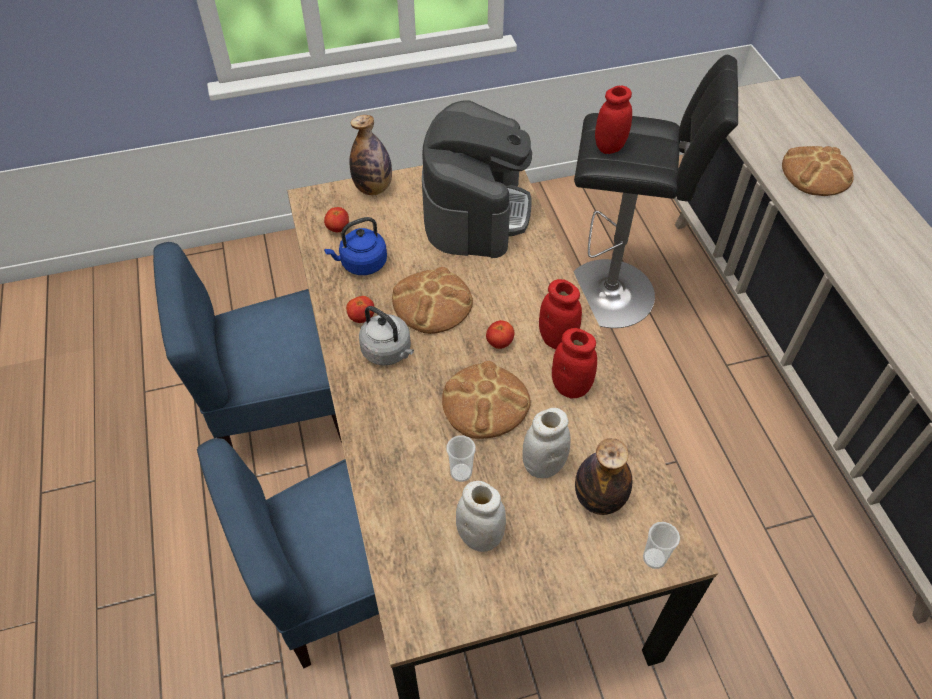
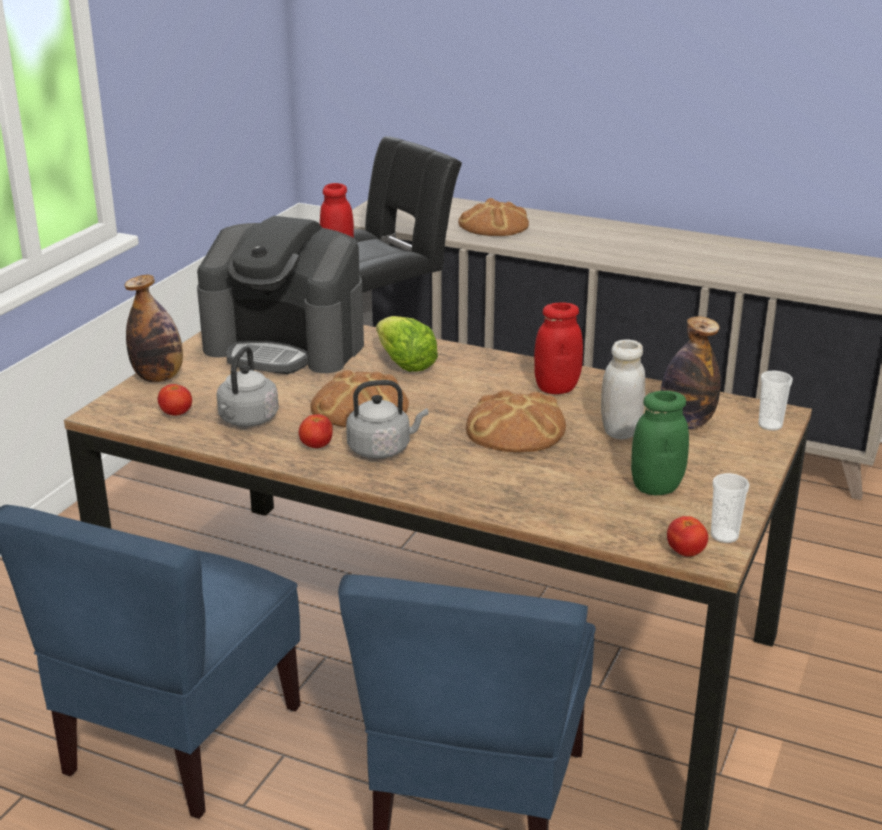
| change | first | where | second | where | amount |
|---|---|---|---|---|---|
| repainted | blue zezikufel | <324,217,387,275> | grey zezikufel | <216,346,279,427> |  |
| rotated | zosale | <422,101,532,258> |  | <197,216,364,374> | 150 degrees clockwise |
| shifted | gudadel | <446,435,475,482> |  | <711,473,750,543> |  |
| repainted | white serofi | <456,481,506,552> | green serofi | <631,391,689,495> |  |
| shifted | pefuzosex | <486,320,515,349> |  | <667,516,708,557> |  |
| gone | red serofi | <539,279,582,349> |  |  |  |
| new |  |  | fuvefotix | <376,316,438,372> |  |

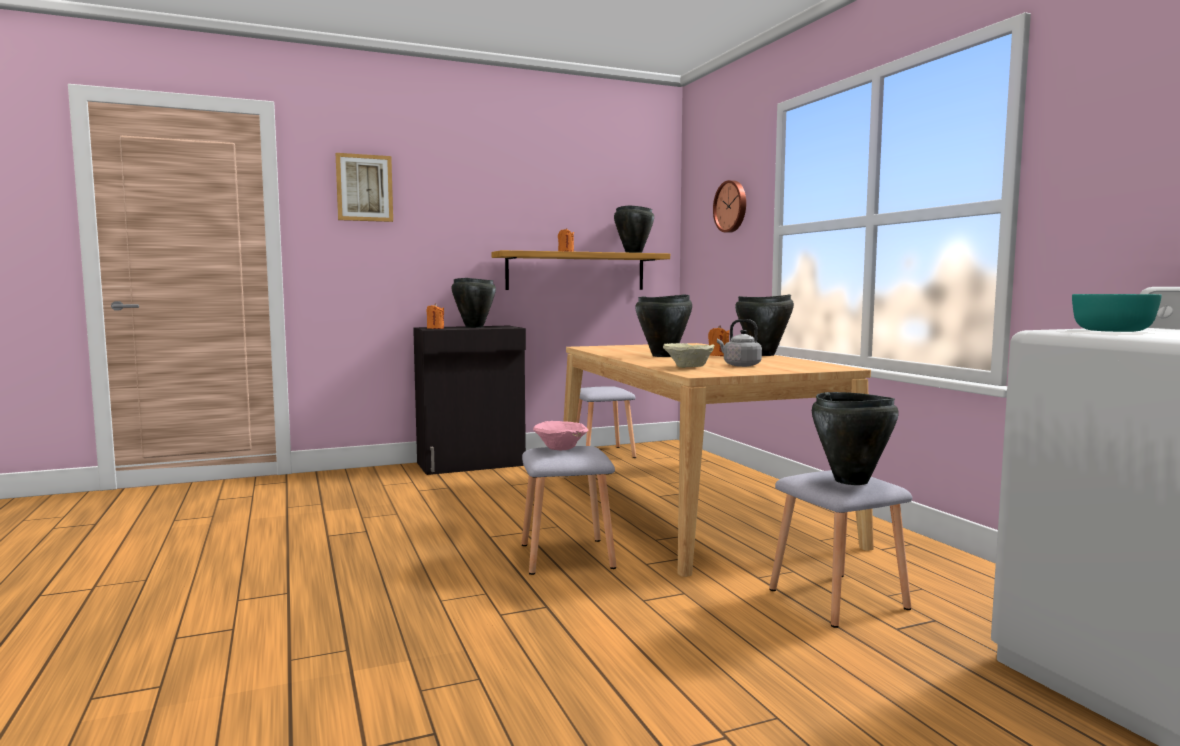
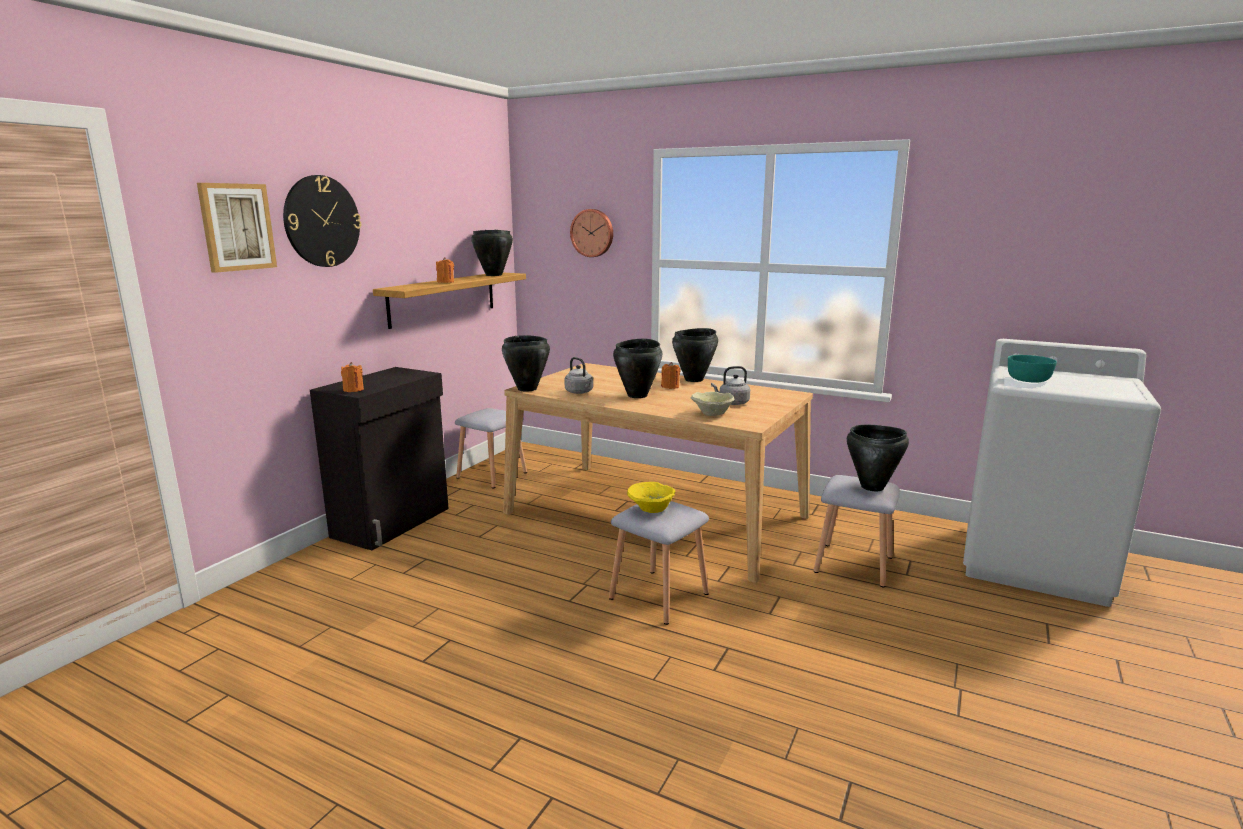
| change | first | where | second | where | amount |
|---|---|---|---|---|---|
| shifted | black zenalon | <452,278,496,328> |  | <502,335,550,392> |  |
| repainted | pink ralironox | <533,421,589,450> | yellow ralironox | <627,482,676,513> |  |
| new |  |  | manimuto | <283,175,361,267> |  |
| new |  |  | grey zezikufel | <564,357,593,394> |  |

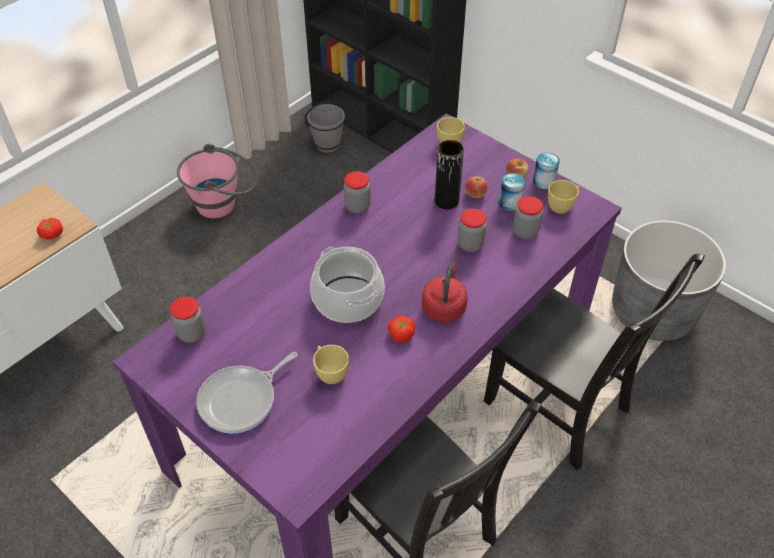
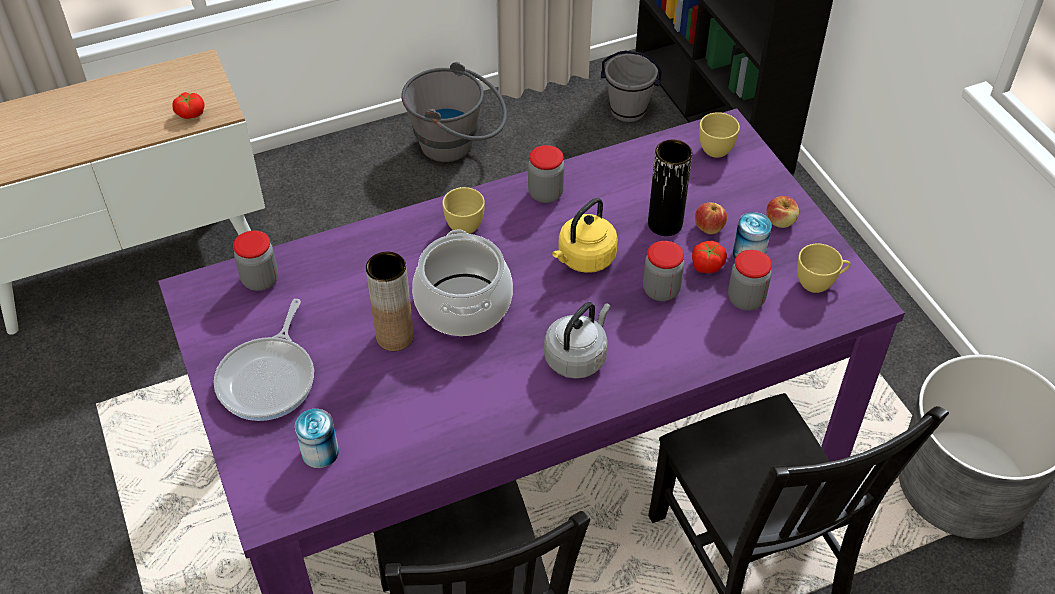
| change | first | where | second | where | amount |
|---|---|---|---|---|---|
| repainted | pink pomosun | <177,143,258,218> | grey pomosun | <401,62,507,162> |  |
| rotated | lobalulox | <196,352,298,434> |  | <214,299,314,421> | 60 degrees counterclockwise |
| shifted | yellow gudadel | <313,345,349,384> |  | <442,187,485,234> |  |
| shifted | pefuzosex | <388,316,415,343> |  | <692,241,727,273> |  |
| repainted | red zezikufel | <422,263,468,322> | grey zezikufel | <544,302,611,379> |  |
| shifted | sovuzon | <533,152,560,189> |  | <295,409,339,468> |  |
| new |  |  | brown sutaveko | <366,252,414,351> |  |
| new |  |  | yellow zezikufel | <552,198,618,273> |  |

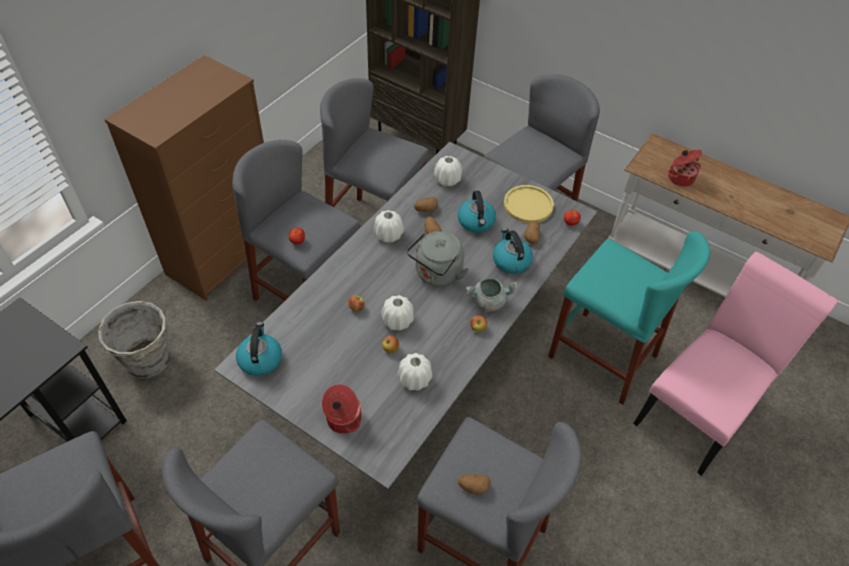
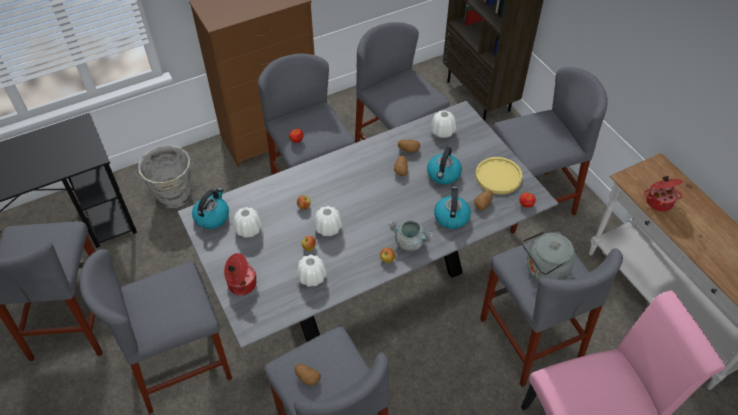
| change | first | where | second | where | amount |
|---|---|---|---|---|---|
| shifted | white sutaveko | <374,210,404,243> |  | <233,207,262,238> |  |
| shifted | grey zezikufel | <407,231,469,286> |  | <522,231,575,280> |  |
| repainted | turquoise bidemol | <548,231,710,405> | grey bidemol | <480,232,623,387> |  |

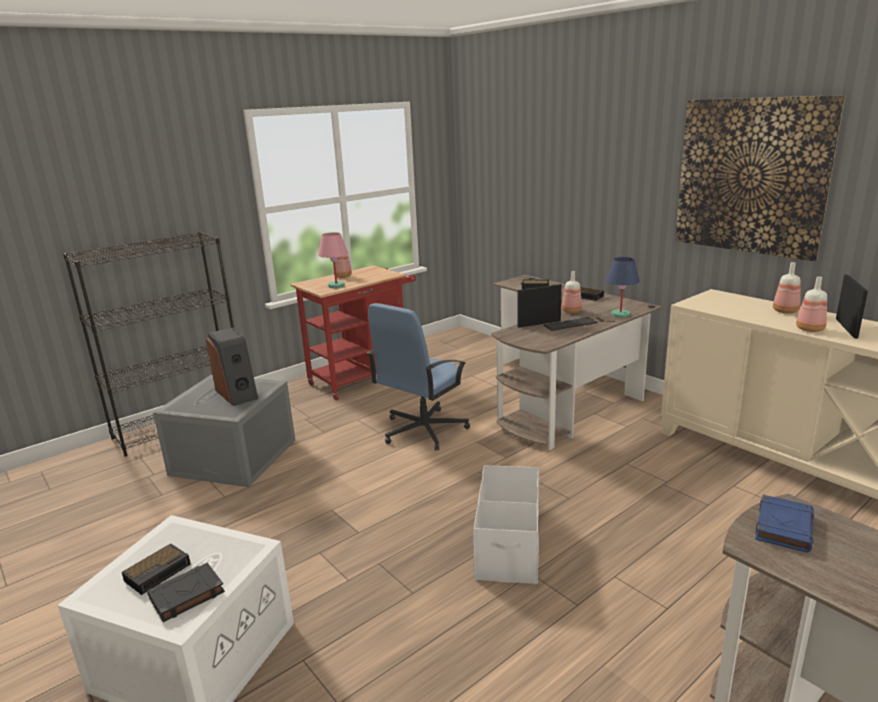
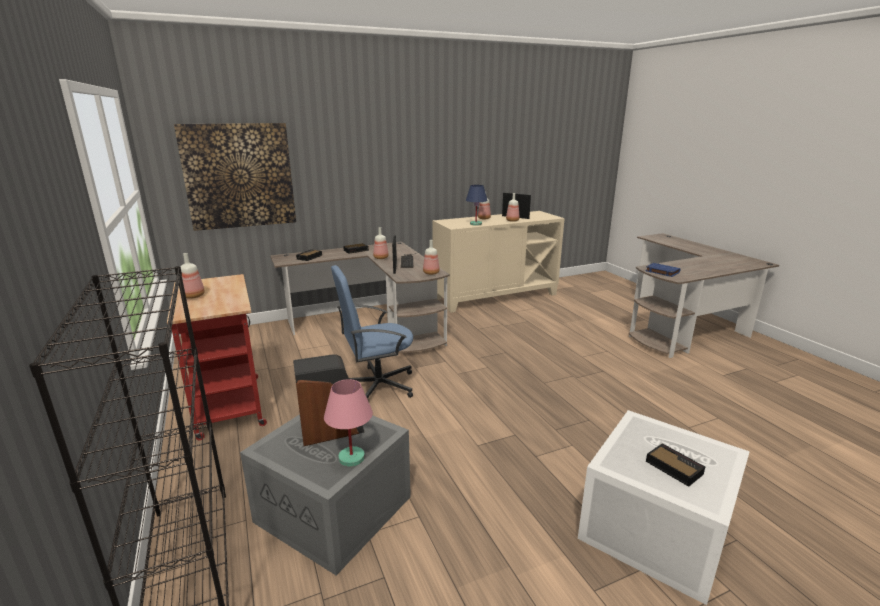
| change | first | where | second | where | amount |
|---|---|---|---|---|---|
| gone | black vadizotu | <147,563,225,622> |  |  |  |
| shifted | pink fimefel | <318,232,348,288> |  | <324,379,373,467> |  |
| rotated | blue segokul | <367,303,470,450> |  | <331,265,413,399> | 105 degrees clockwise |
| gone | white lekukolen | <473,465,539,584> |  |  |  |
| shifted | blue fimefel | <606,257,640,318> |  | <466,185,488,226> |  |
| shifted | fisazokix | <675,95,846,261> |  | <174,123,296,231> |  |
| new |  |  | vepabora | <423,240,440,275> |  |

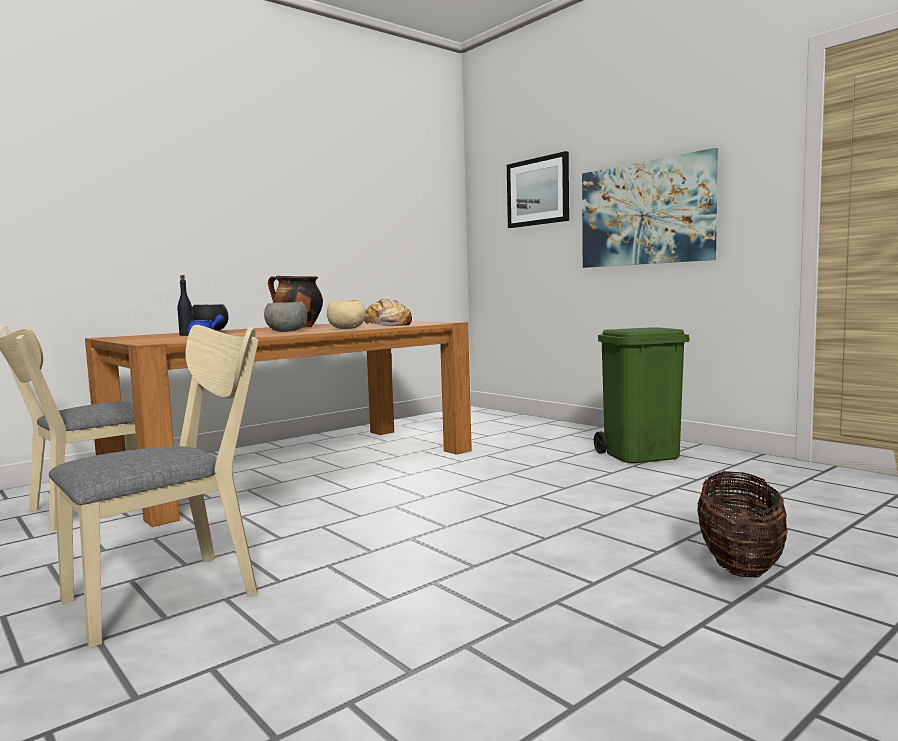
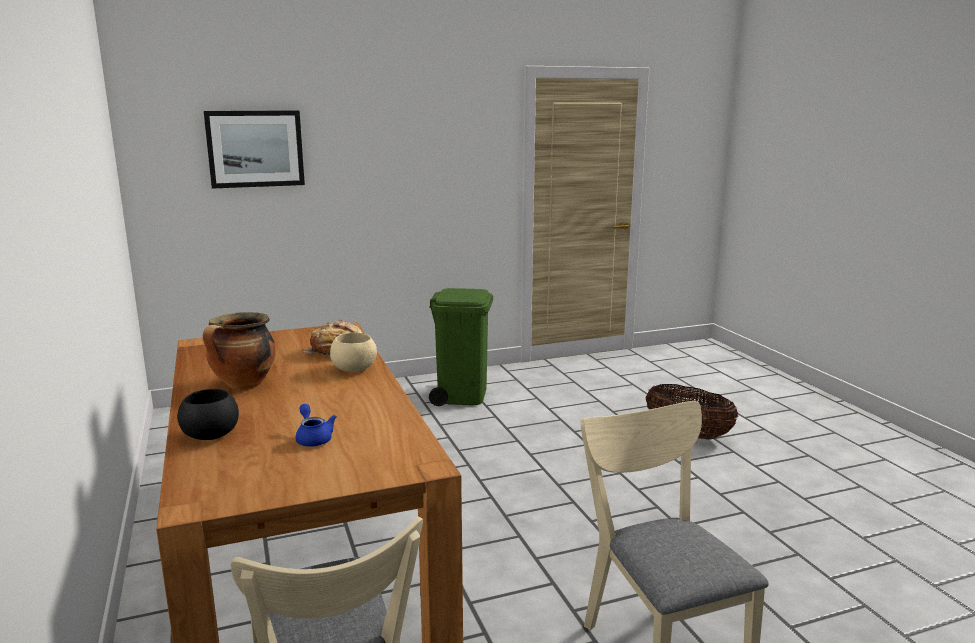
| change | first | where | second | where | amount |
|---|---|---|---|---|---|
| gone | black vepabora | <177,275,193,336> |  |  |  |
| gone | grey ralironox | <264,302,308,332> |  |  |  |
| gone | fisazokix | <582,148,718,268> |  |  |  |

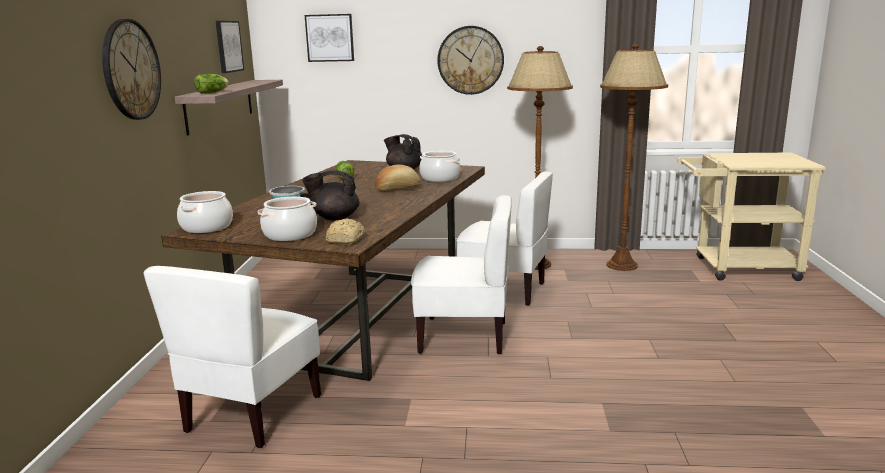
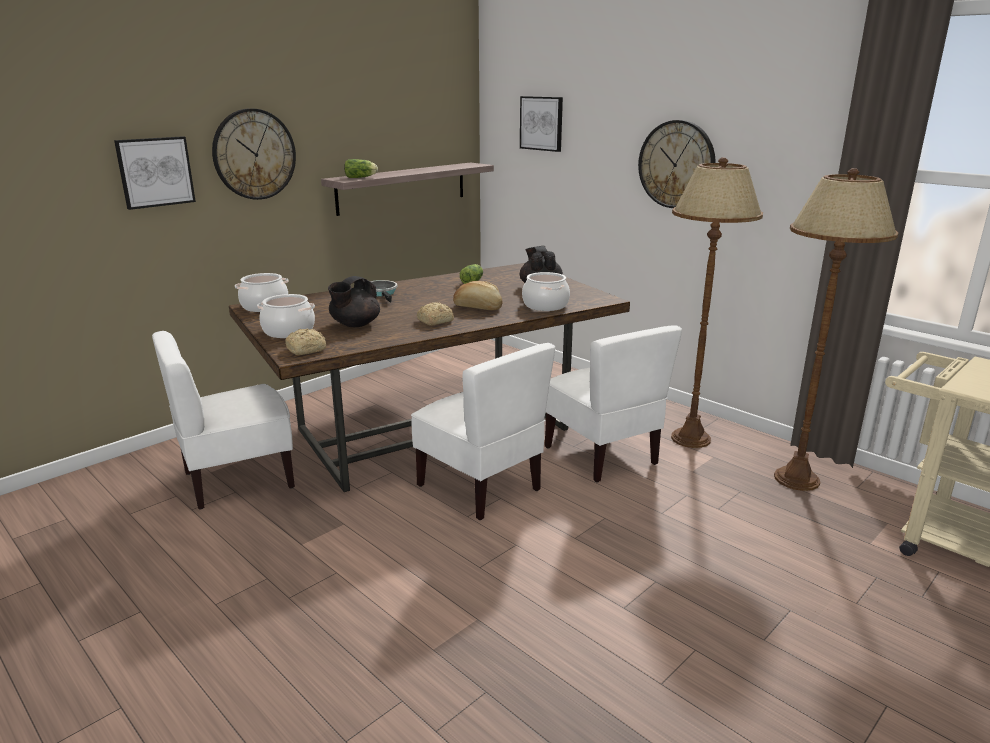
| change | first | where | second | where | amount |
|---|---|---|---|---|---|
| shifted | fisazokix | <215,21,244,73> |  | <114,136,196,210> |  |
| rotated | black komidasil | <302,170,360,221> |  | <328,276,380,327> | 90 degrees counterclockwise |
| new |  |  | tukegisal | <417,302,454,325> |  |

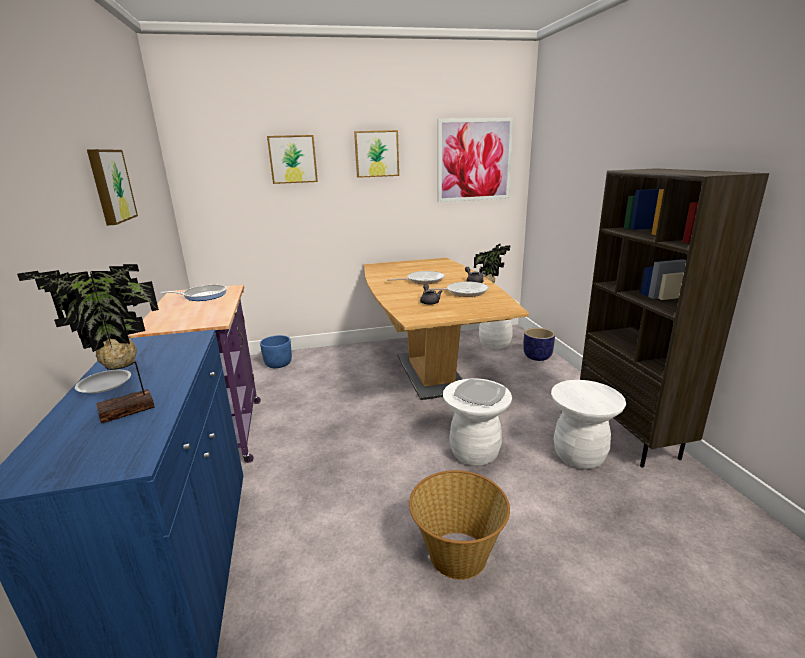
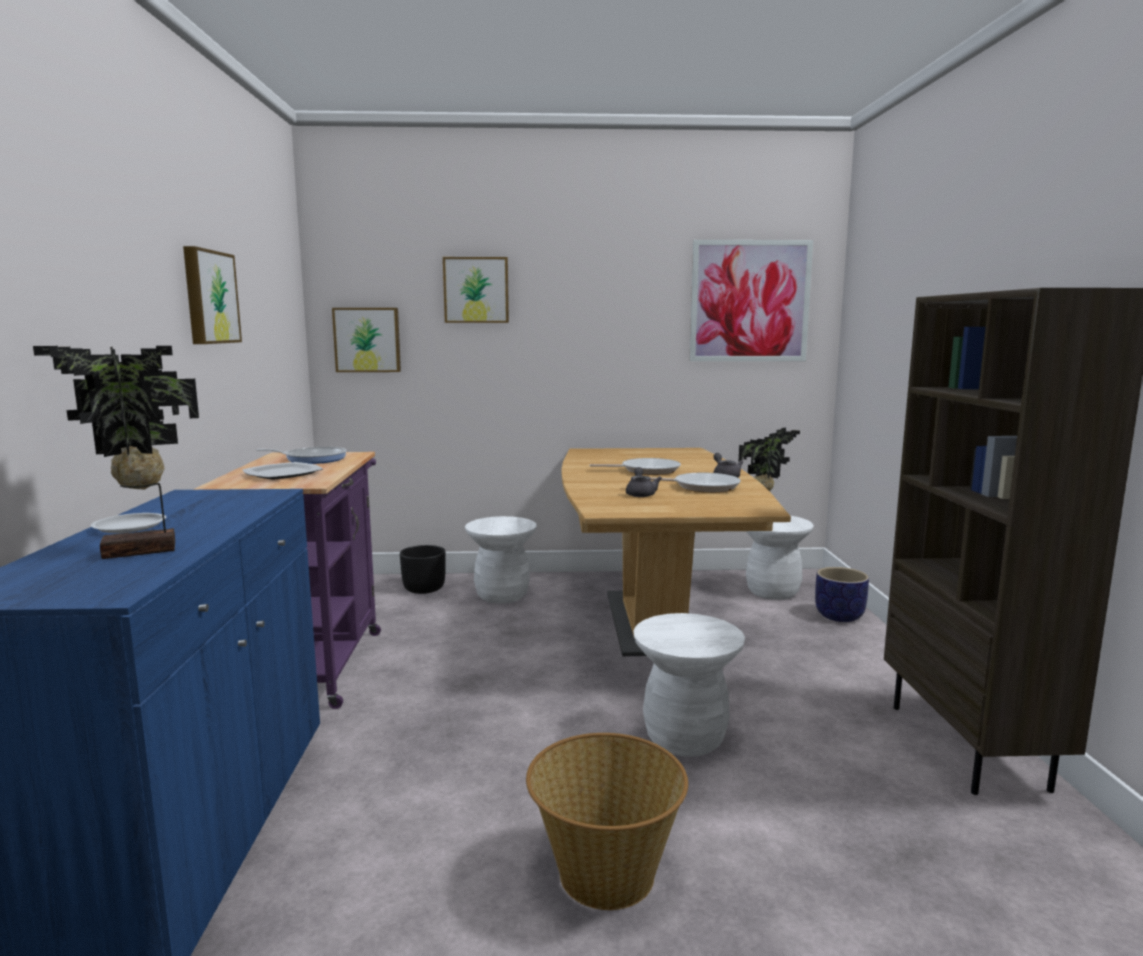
| change | first | where | second | where | amount |
|---|---|---|---|---|---|
| repainted | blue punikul | <260,335,292,368> | black punikul | <400,545,446,594> |  |
| shifted | fisazokix | <354,130,399,178> |  | <332,308,401,372> |  |
| shifted | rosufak | <454,379,506,406> |  | <243,462,323,480> |  |
| shifted | white bidemol | <551,380,626,469> |  | <465,516,537,604> |  |

